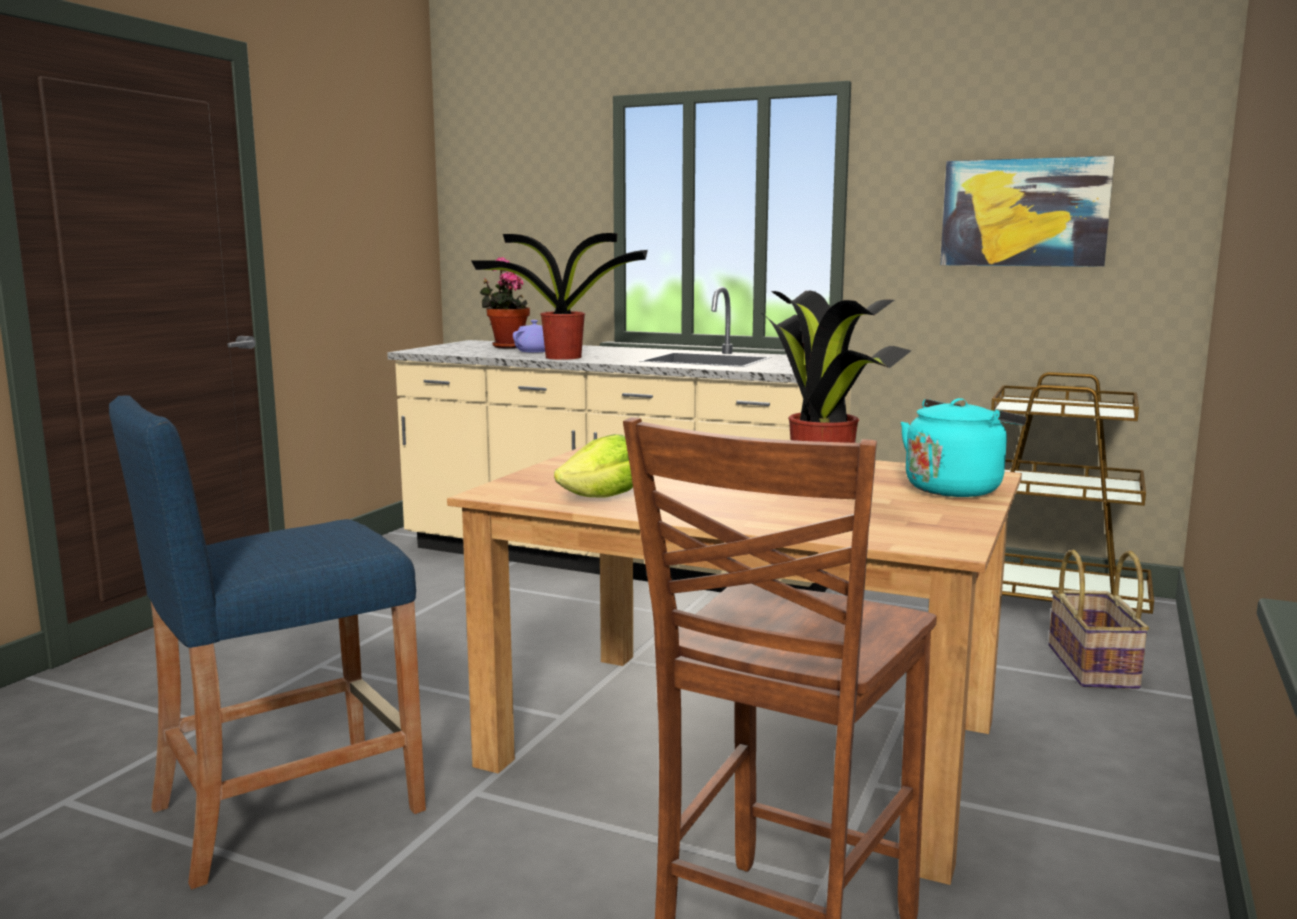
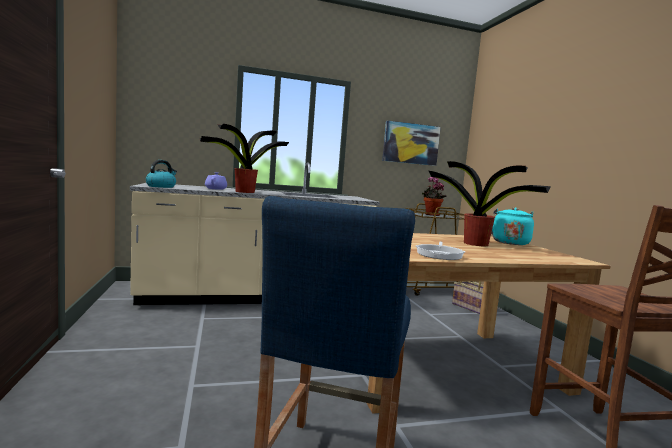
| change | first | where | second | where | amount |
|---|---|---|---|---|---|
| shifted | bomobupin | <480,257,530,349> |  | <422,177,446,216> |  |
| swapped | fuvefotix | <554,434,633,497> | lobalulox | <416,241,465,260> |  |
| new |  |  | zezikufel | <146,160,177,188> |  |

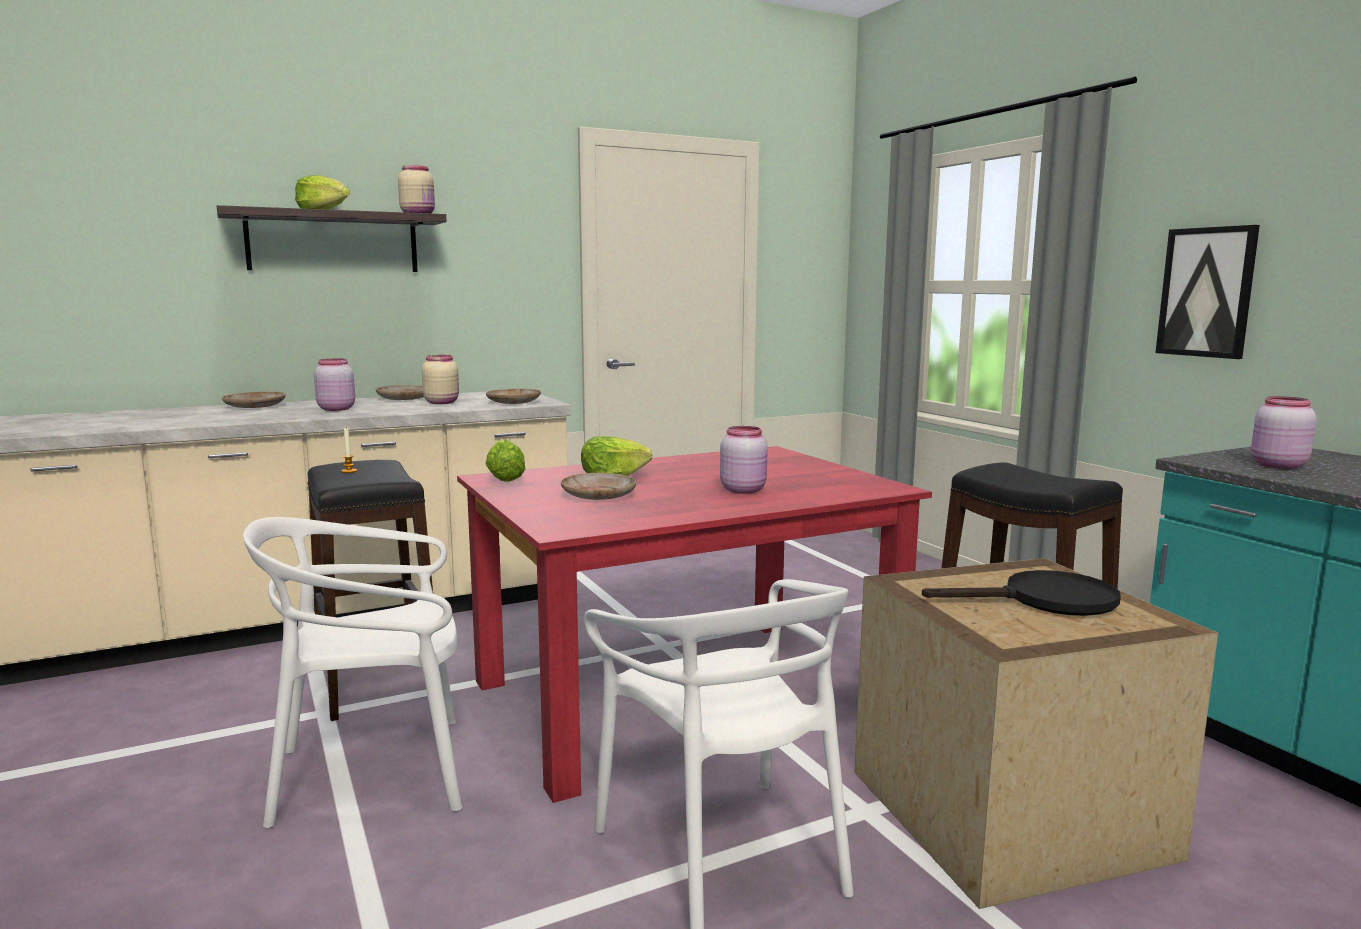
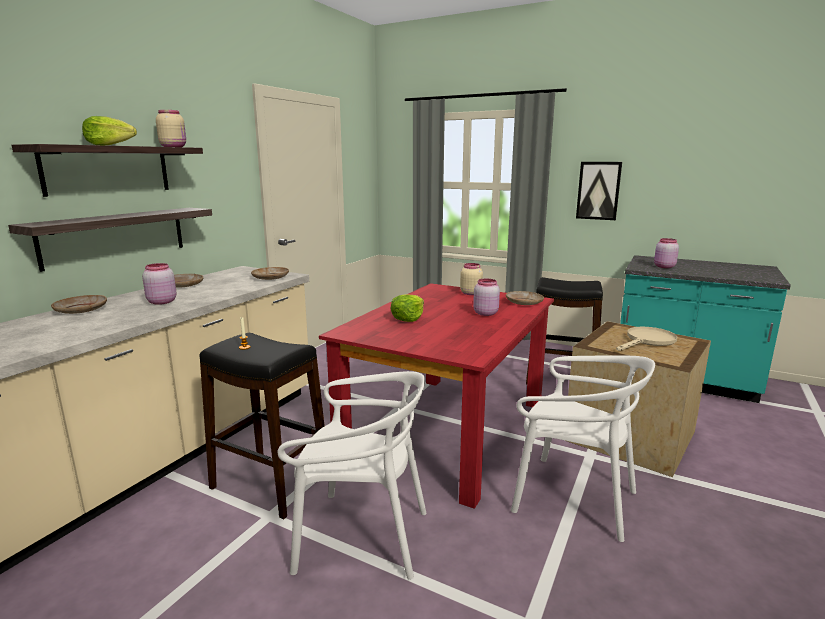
| change | first | where | second | where | amount |
|---|---|---|---|---|---|
| rotated | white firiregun | <243,517,463,828> |  | <278,371,427,580> | 120 degrees counterclockwise |
| shifted | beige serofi | <422,355,459,404> |  | <460,263,483,295> |  |
| gone | fuvefotix | <485,439,525,482> |  |  |  |
| shifted | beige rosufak | <561,473,636,500> |  | <506,291,544,305> |  |
| repainted | black lobalulox | <922,570,1121,616> | beige lobalulox | <616,327,677,351> |  |
| new |  |  | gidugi | <8,208,212,272> |  |

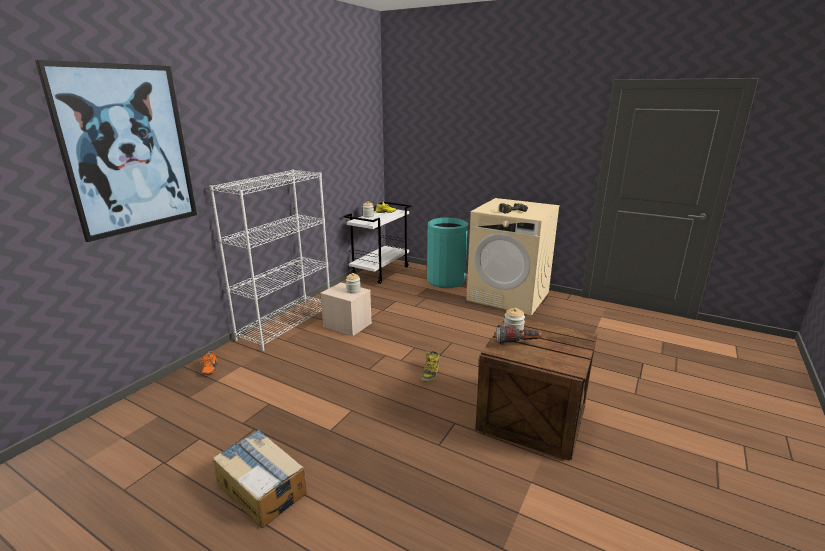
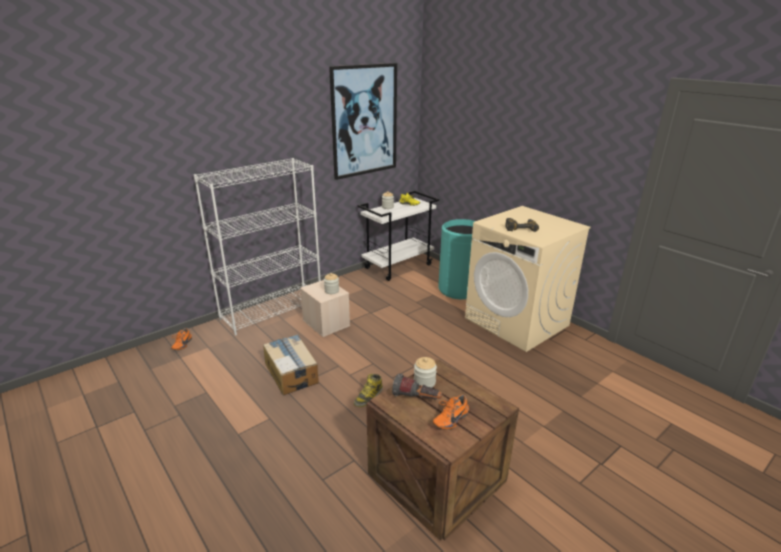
| change | first | where | second | where | amount |
|---|---|---|---|---|---|
| shifted | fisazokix | <35,60,197,242> |  | <329,63,397,180> |  |
| shifted | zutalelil | <213,430,307,528> |  | <263,334,319,395> |  |
| new |  |  | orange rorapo | <433,394,469,430> |  |

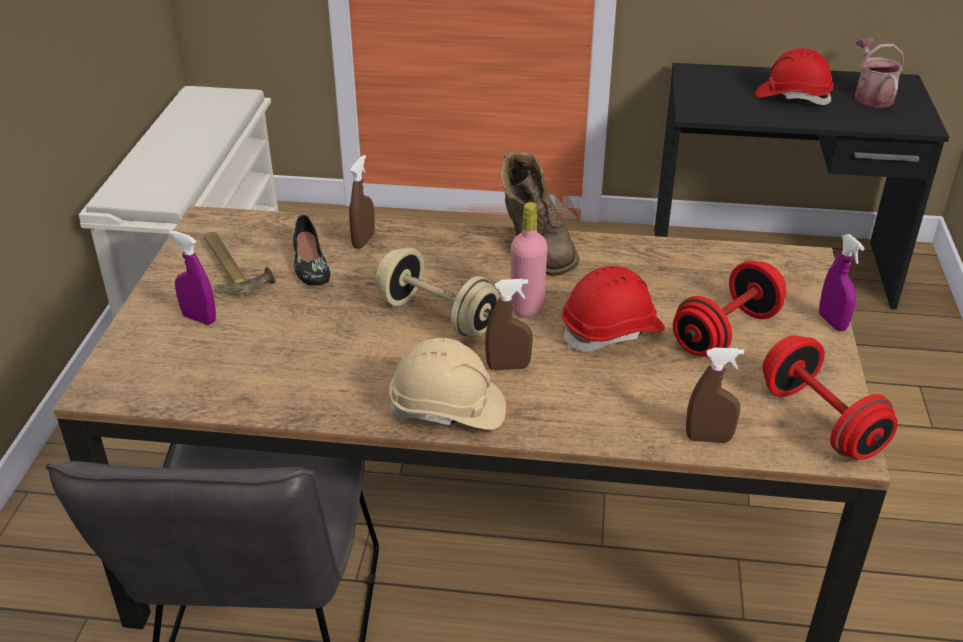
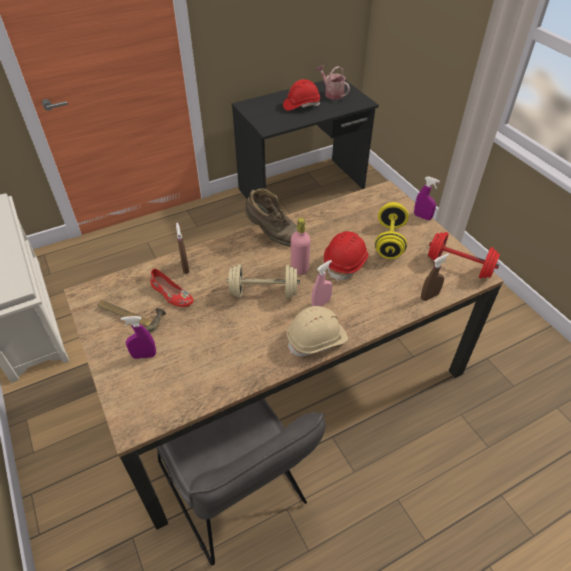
| change | first | where | second | where | amount |
|---|---|---|---|---|---|
| repainted | black rorapo | <293,215,330,285> | red rorapo | <150,269,194,307> |  |
| repainted | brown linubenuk | <485,279,533,370> | pink linubenuk | <312,260,332,306> |  |
| repainted | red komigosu | <673,261,786,357> | yellow komigosu | <375,202,409,259> |  |

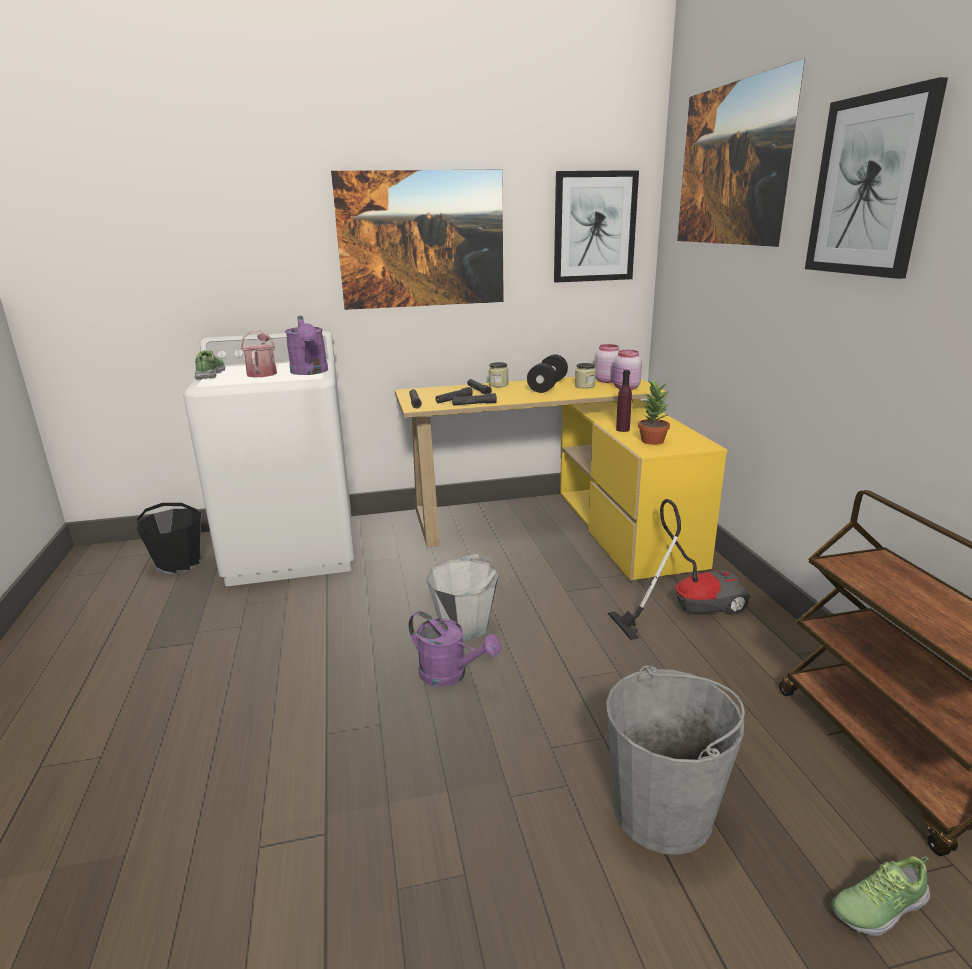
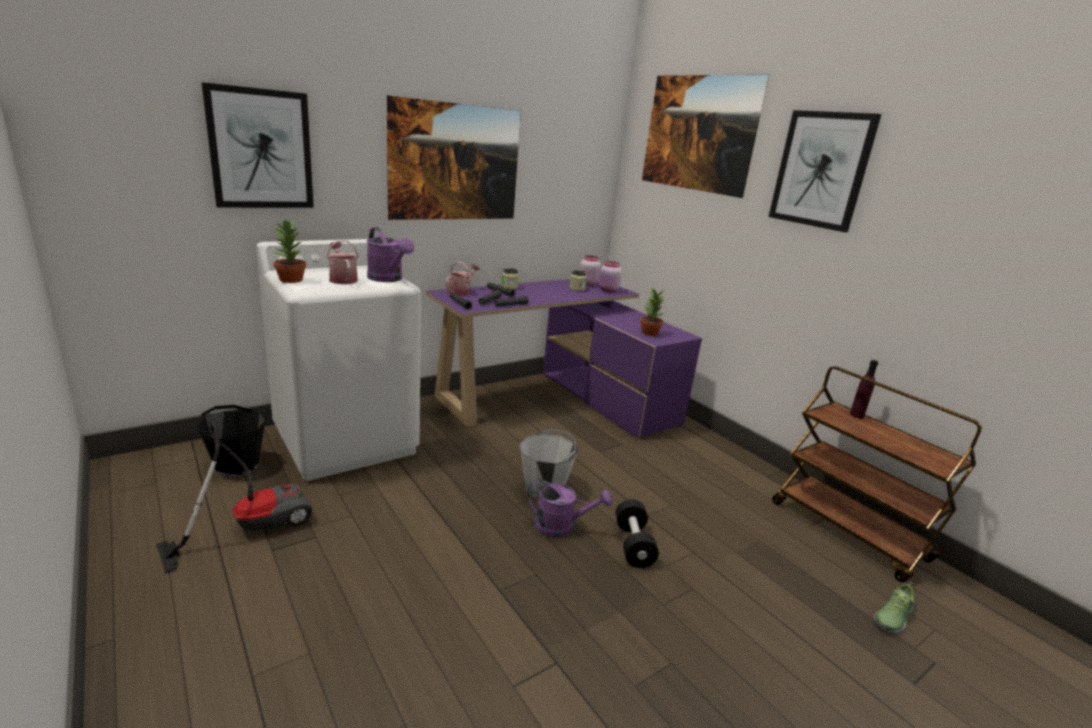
| change | first | where | second | where | amount |
|---|---|---|---|---|---|
| swapped | rorapo | <195,350,225,379> | bomobupin | <273,219,306,283> |  |
| repainted | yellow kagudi | <395,377,728,581> | purple kagudi | <426,279,702,438> |  |
| shifted | black komigosu | <527,354,568,393> |  | <615,499,659,568> |  |
| shifted | fisazokix | <554,170,639,283> |  | <201,82,314,208> |  |
| gone | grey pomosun | <606,666,745,855> |  |  |  |
| shifted | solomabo | <608,499,751,640> |  | <156,422,312,574> |  |
| shifted | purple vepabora | <616,370,632,432> |  | <850,360,878,418> |  |
| new |  |  | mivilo | <445,261,479,296> |  |

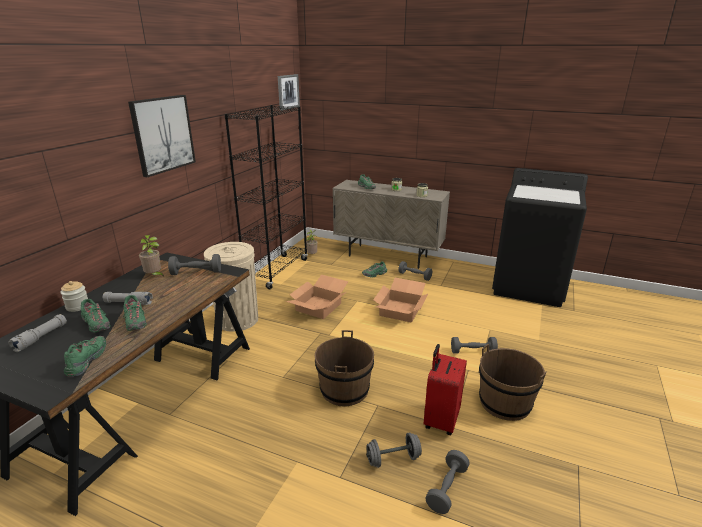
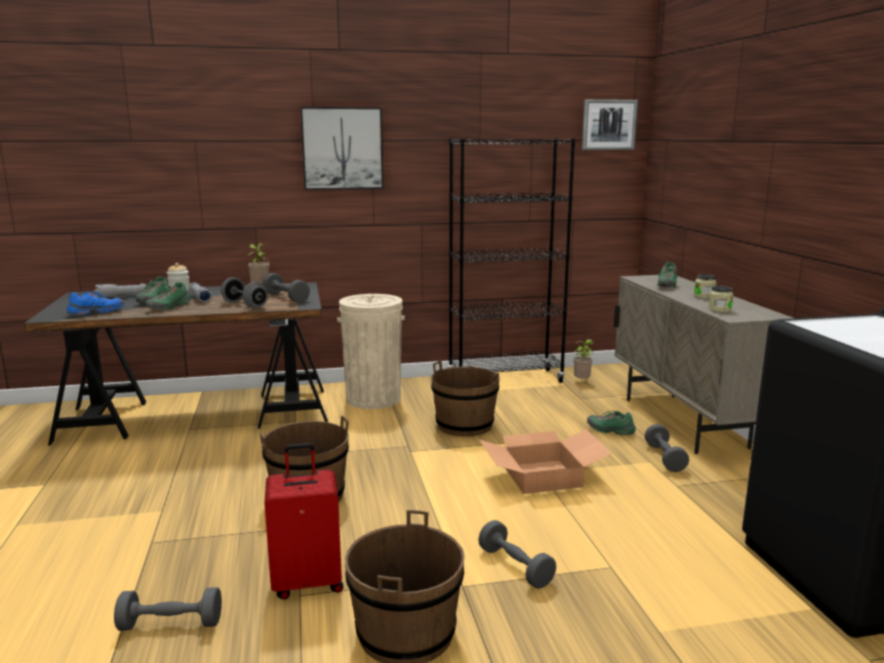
| change | first | where | second | where | amount |
|---|---|---|---|---|---|
| repainted | green rorapo | <64,336,106,377> | blue rorapo | <67,291,124,316> |  |
| swapped | zutalelil | <285,274,348,319> | brown pomosun | <431,361,500,436> |  |
| shifted | grey komigosu | <366,432,422,468> |  | <221,277,268,309> |  |

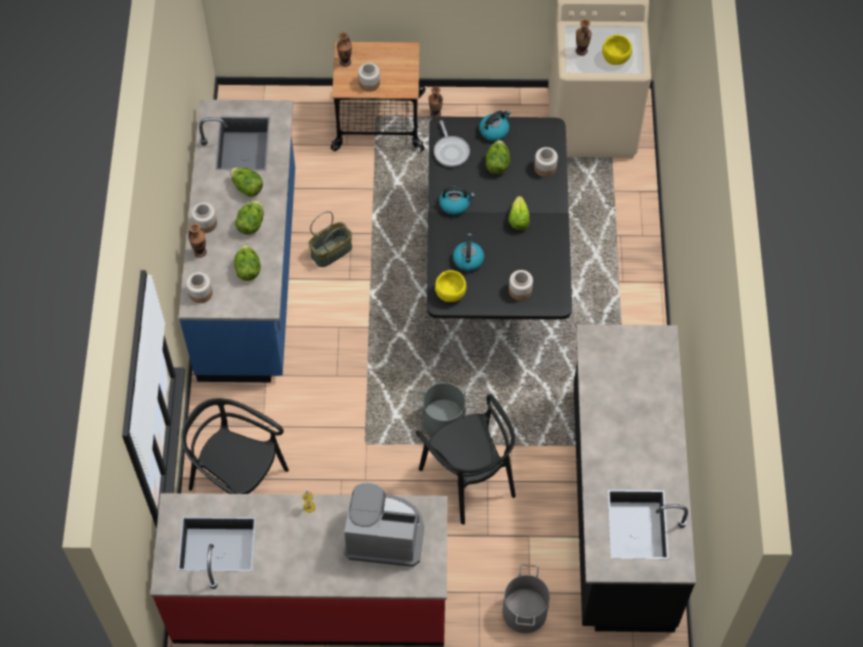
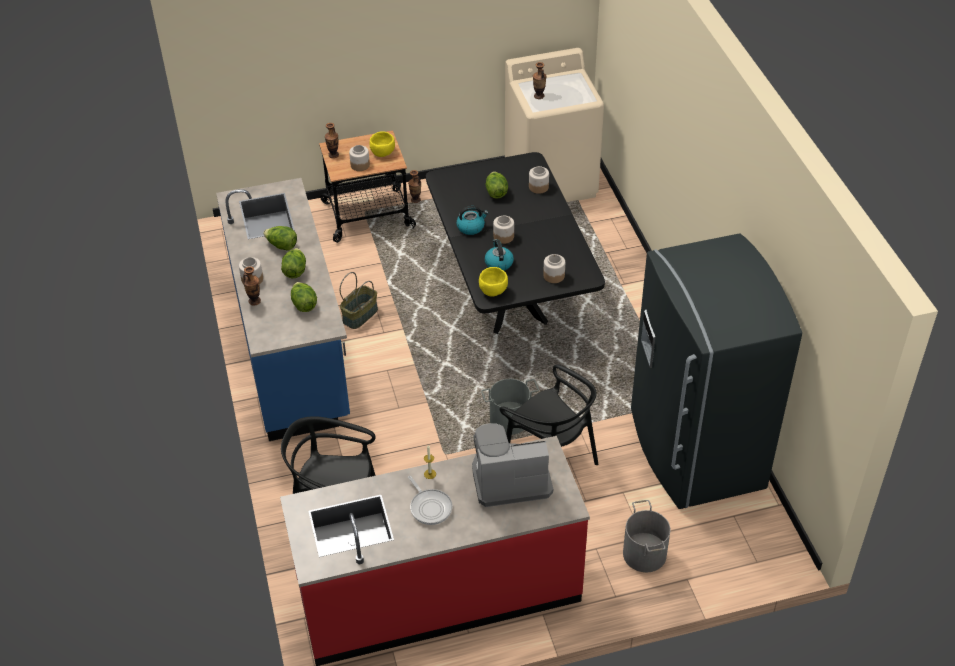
| change | first | where | second | where | amount |
|---|---|---|---|---|---|
| shifted | serofi | <186,272,213,303> |  | <493,216,514,244> |  |
| shifted | lobalulox | <434,120,470,167> |  | <408,476,452,525> |  |
| gone | zezikufel | <479,110,510,141> |  |  |  |
| gone | fuvefotix | <508,196,530,230> |  |  |  |
| swapped | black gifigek | <574,324,696,632> | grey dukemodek | <631,234,802,509> |  |
| shifted | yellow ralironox | <602,35,632,65> |  | <370,131,395,157> |  |

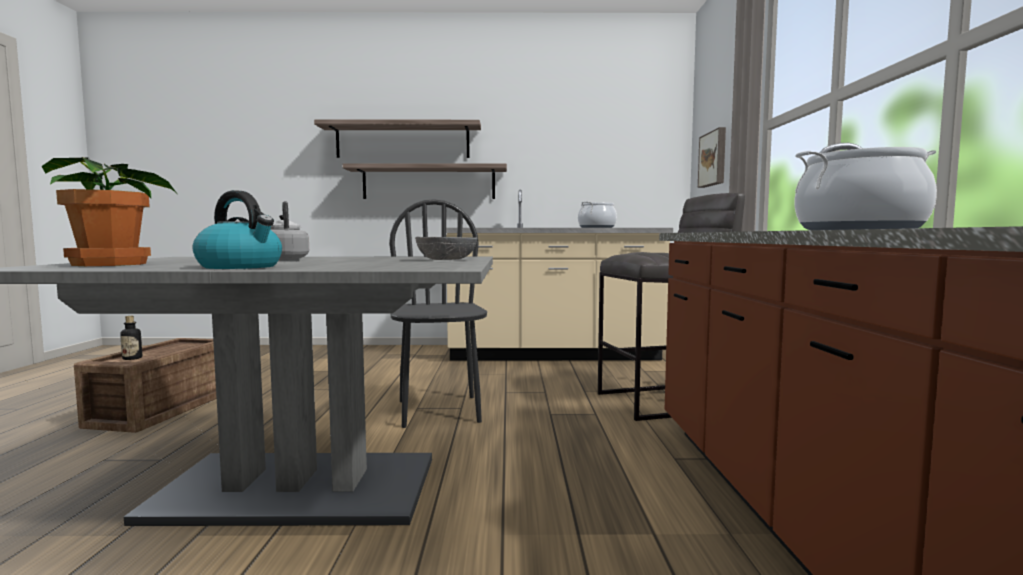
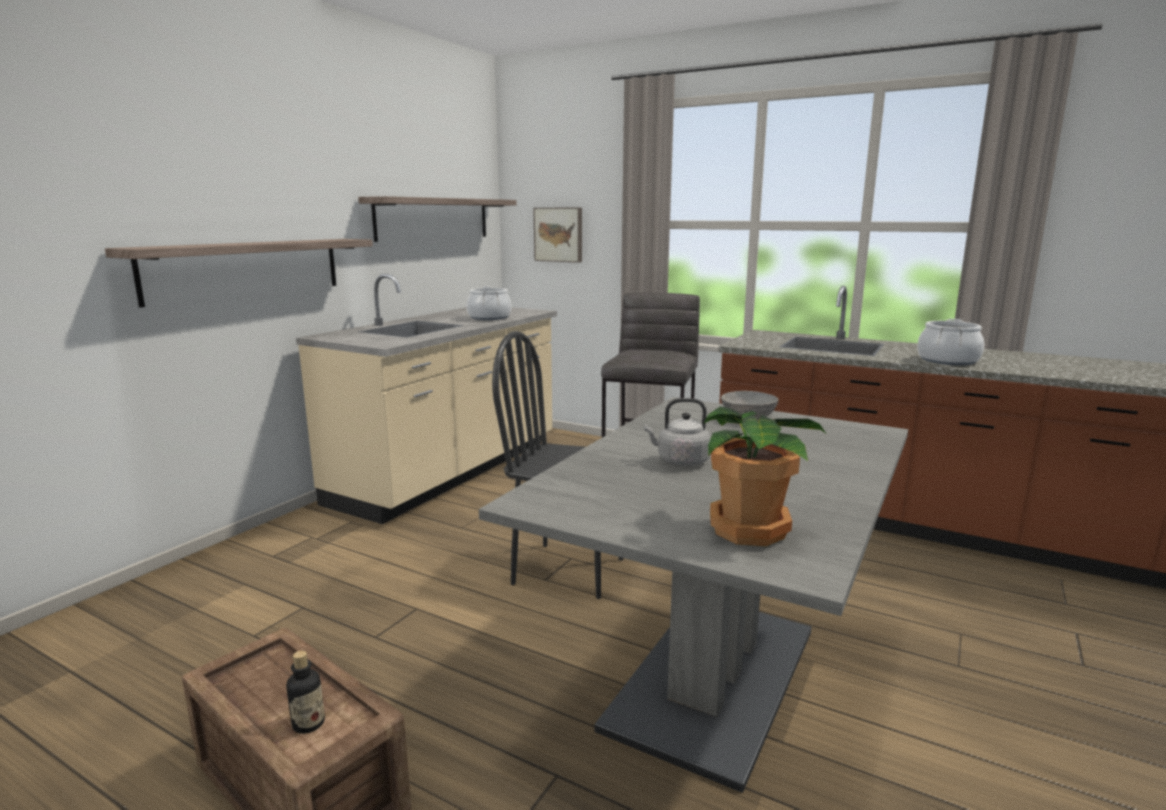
| change | first | where | second | where | amount |
|---|---|---|---|---|---|
| gone | zezikufel | <192,190,282,269> |  |  |  |
| shifted | gidugi | <314,119,481,158> |  | <358,196,516,242> |  |

